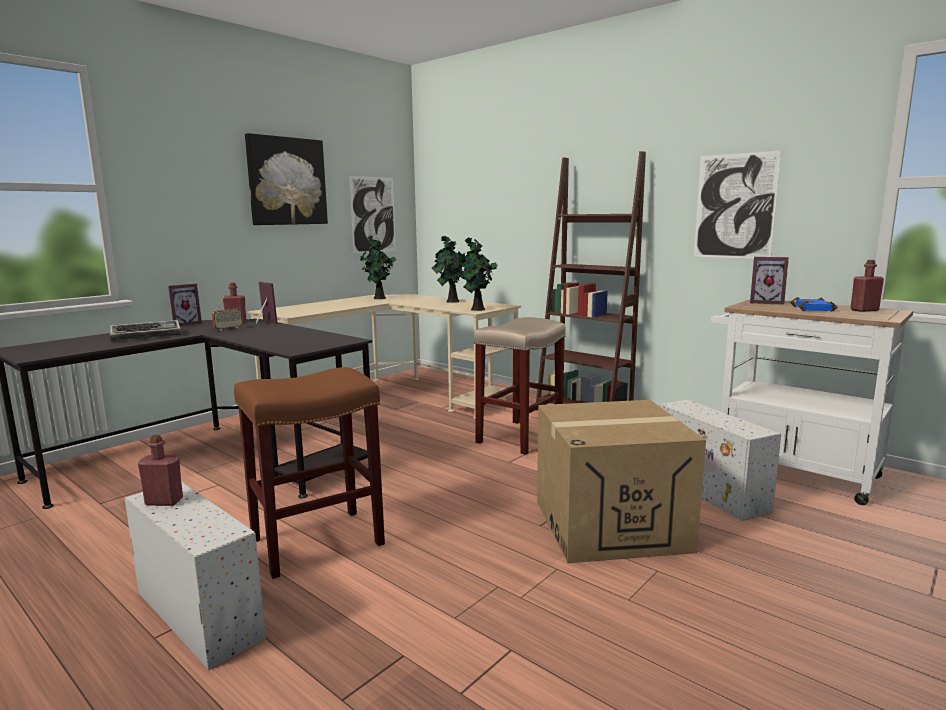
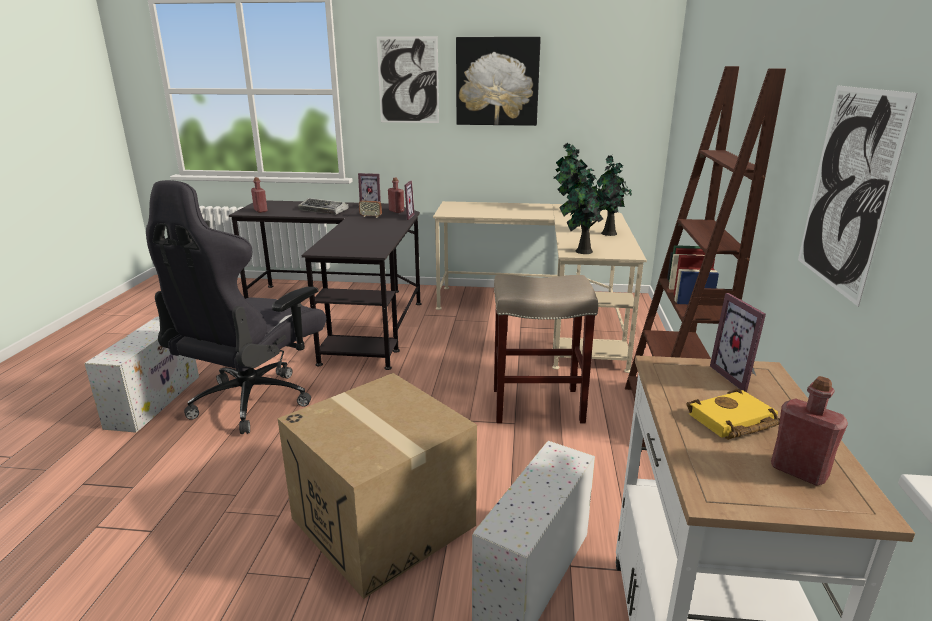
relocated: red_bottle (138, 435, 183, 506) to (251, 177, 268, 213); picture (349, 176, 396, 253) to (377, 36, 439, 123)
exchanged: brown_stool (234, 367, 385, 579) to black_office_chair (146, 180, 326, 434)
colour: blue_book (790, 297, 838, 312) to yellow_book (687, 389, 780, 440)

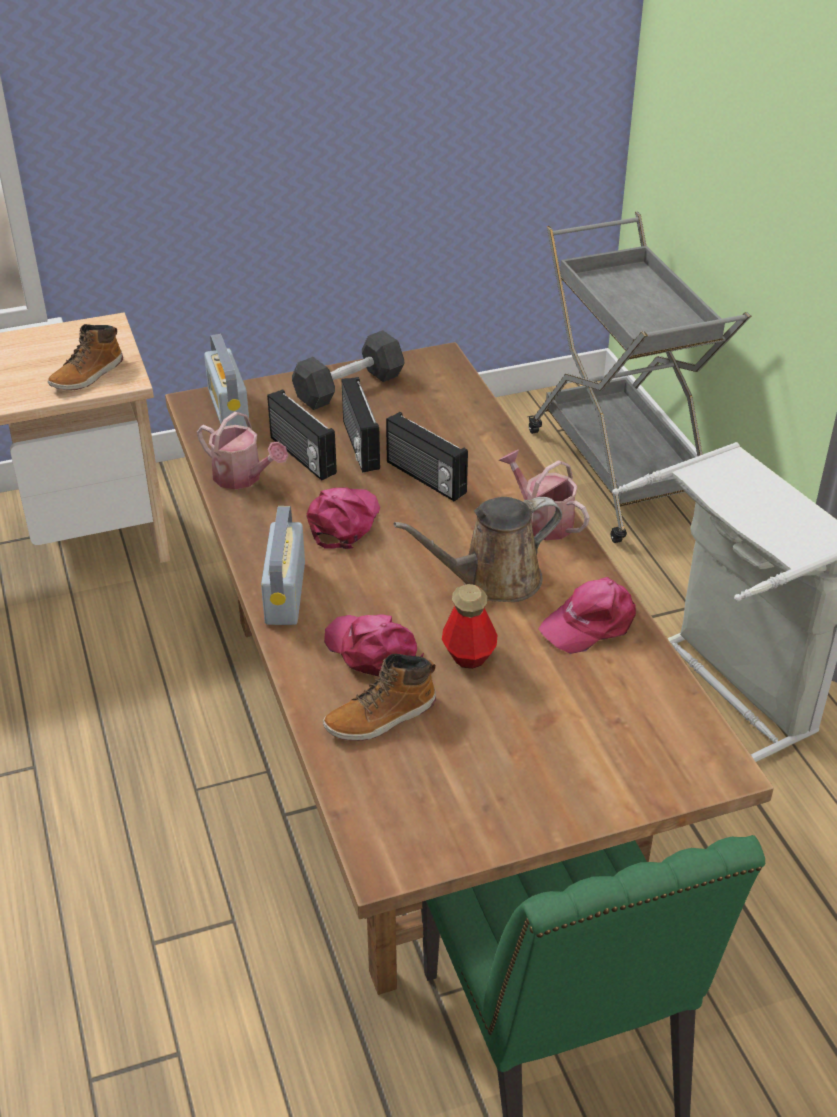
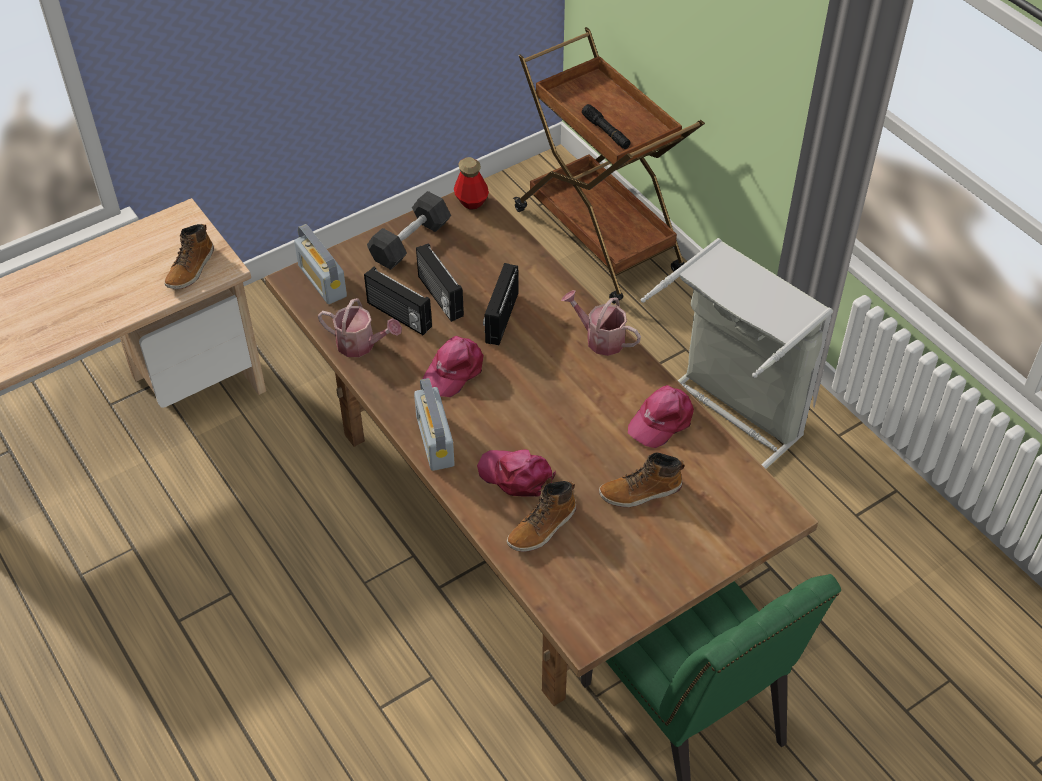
missing: brown_watering_can (393, 497, 562, 602)
appeared: black_flashlight (582, 104, 631, 149); boot (599, 453, 685, 507)
relocated: bottle (442, 584, 498, 669) to (454, 157, 489, 210)
colour: grey_cart (527, 212, 752, 543) to brown_cart (512, 27, 705, 304)
spun: pink_cap (306, 487, 380, 549) = (423, 336, 484, 397) 150 degrees counterclockwise; radio (386, 412, 468, 501) = (483, 263, 518, 345) 75 degrees clockwise

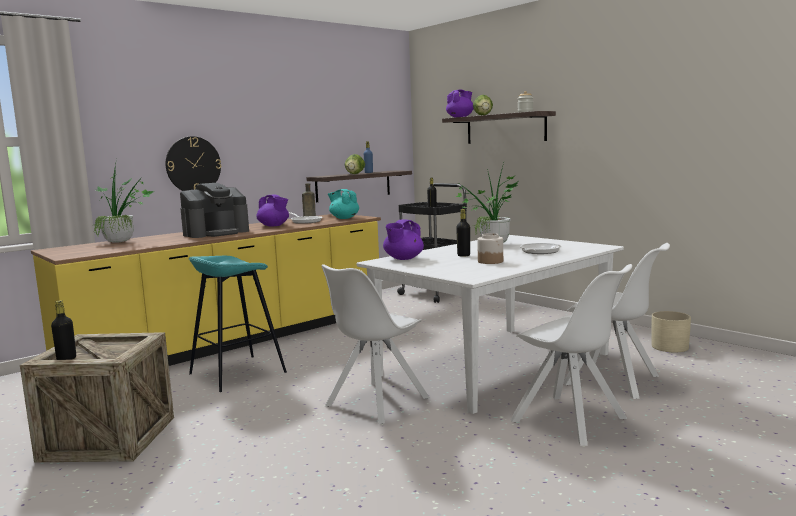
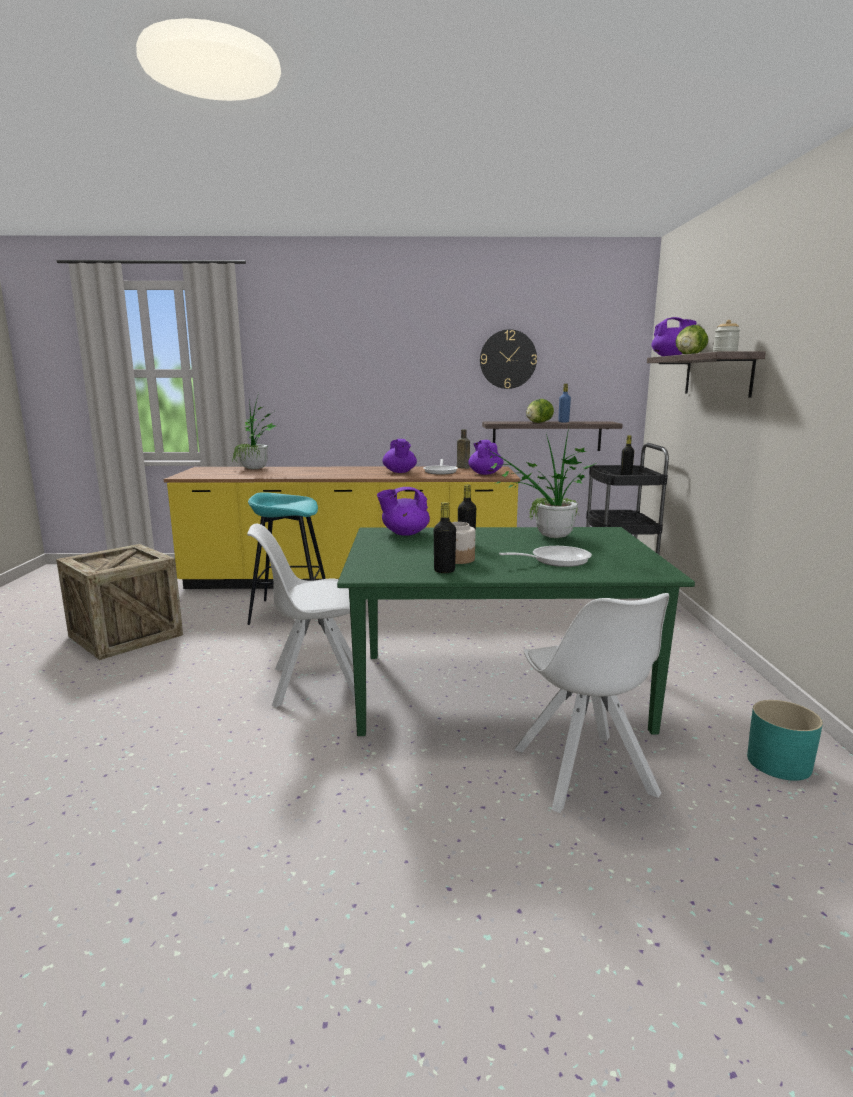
missing: coffee_machine (180, 183, 249, 238); white_chair (510, 264, 632, 446)
relocated: black_bottle (51, 300, 76, 360) to (434, 502, 456, 573); wall_clock (166, 136, 221, 191) to (480, 329, 537, 389)
colour: turquoise_teapot (328, 189, 359, 219) to purple_teapot (468, 440, 504, 475); white_dining_table (357, 235, 624, 414) to green_dining_table (337, 527, 695, 736); beige_planter (651, 311, 691, 352) to turquoise_planter (747, 700, 823, 781)

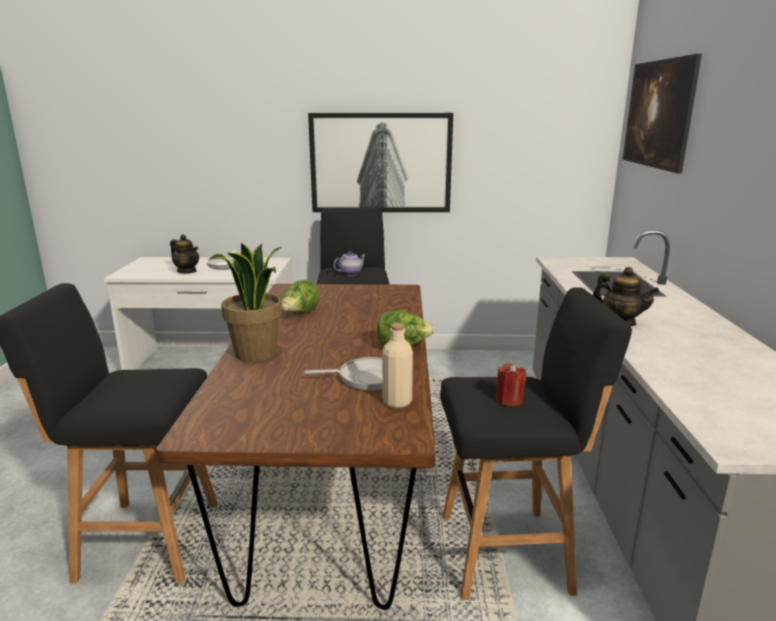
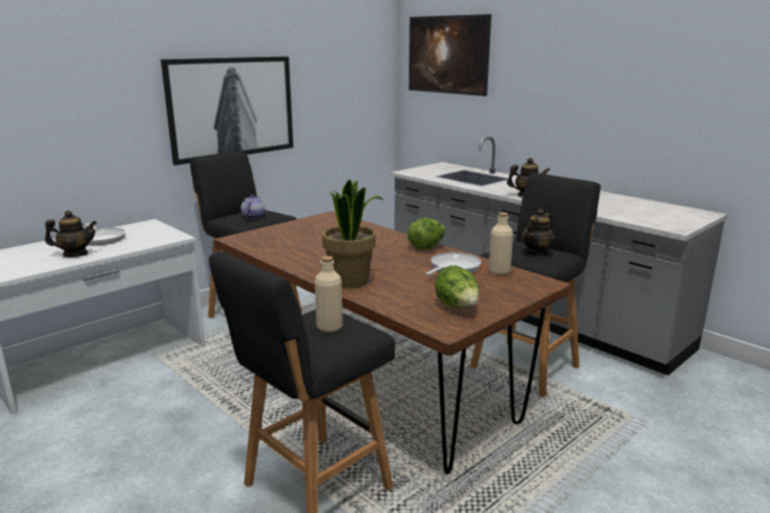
appeared: beige_bottle (315, 256, 343, 333)
relocated: lettuce (281, 280, 320, 314) to (435, 265, 479, 307)
exchanged: red_candle (496, 363, 527, 406) to teapot (522, 209, 555, 257)

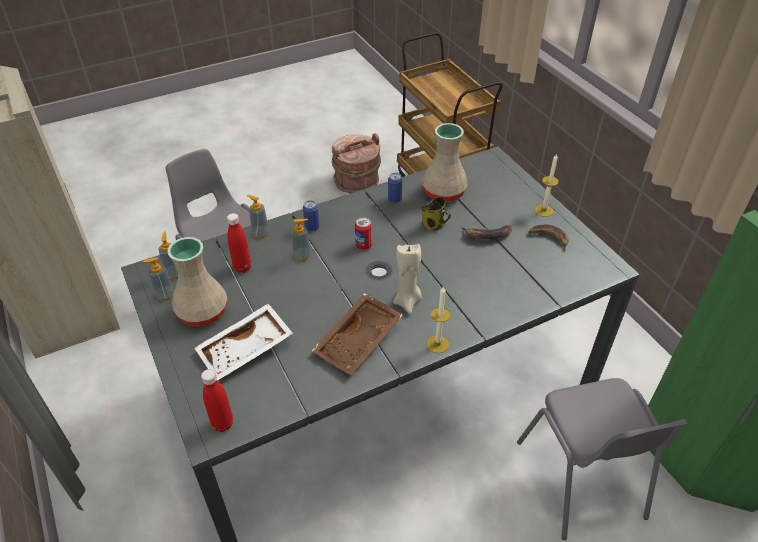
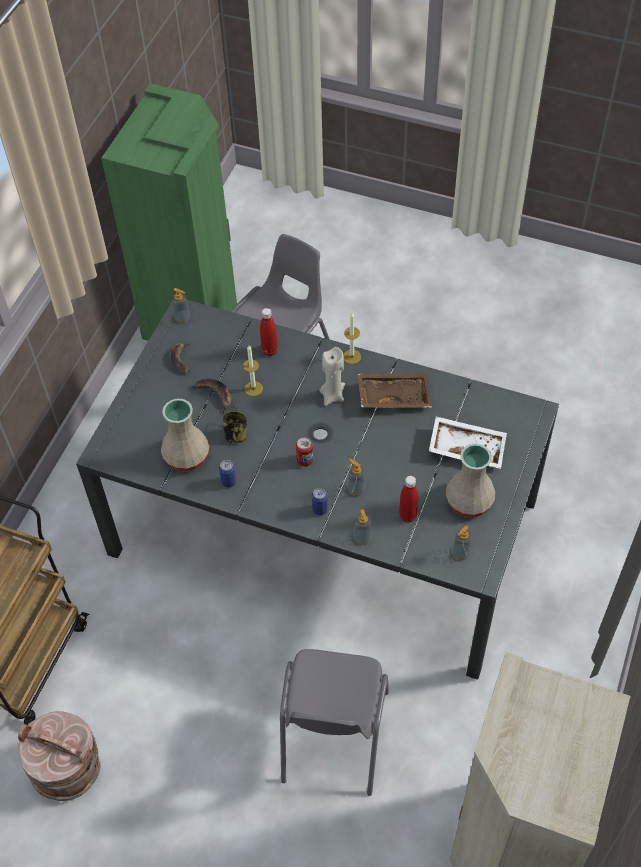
relocated: soap_dispenser (142, 257, 174, 301) to (172, 288, 190, 323); red_bottle (201, 369, 233, 432) to (260, 308, 278, 356); candle (534, 153, 559, 217) to (243, 346, 263, 396)

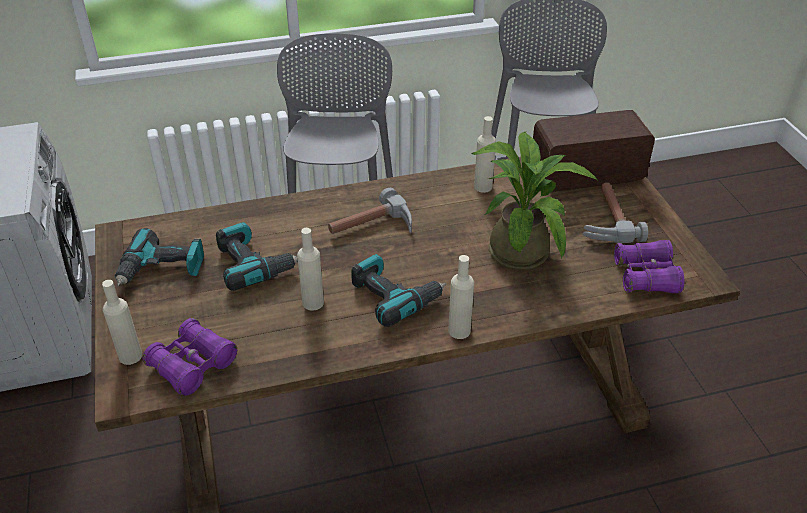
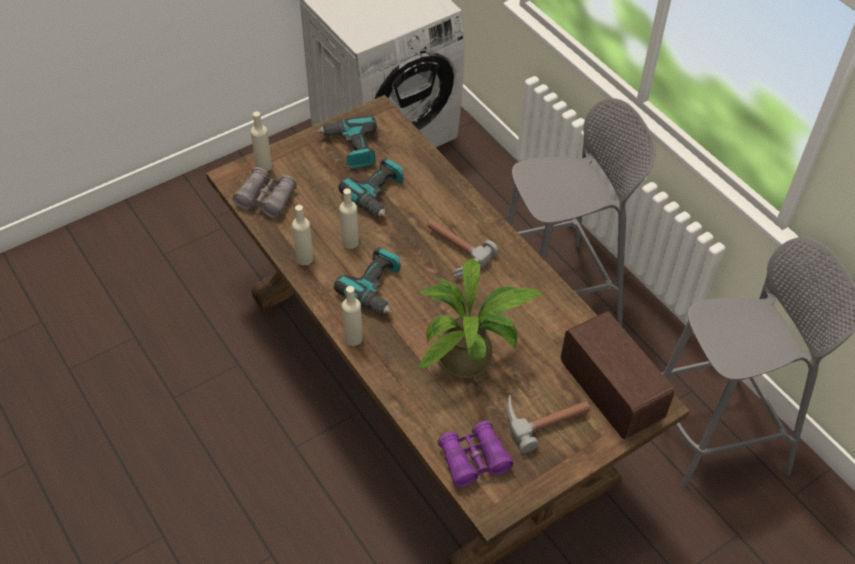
relocated: beige_bottle (474, 116, 496, 193) to (292, 205, 314, 265)
colour: purple_binoculars (143, 318, 237, 396) to grey_binoculars (233, 167, 297, 218)

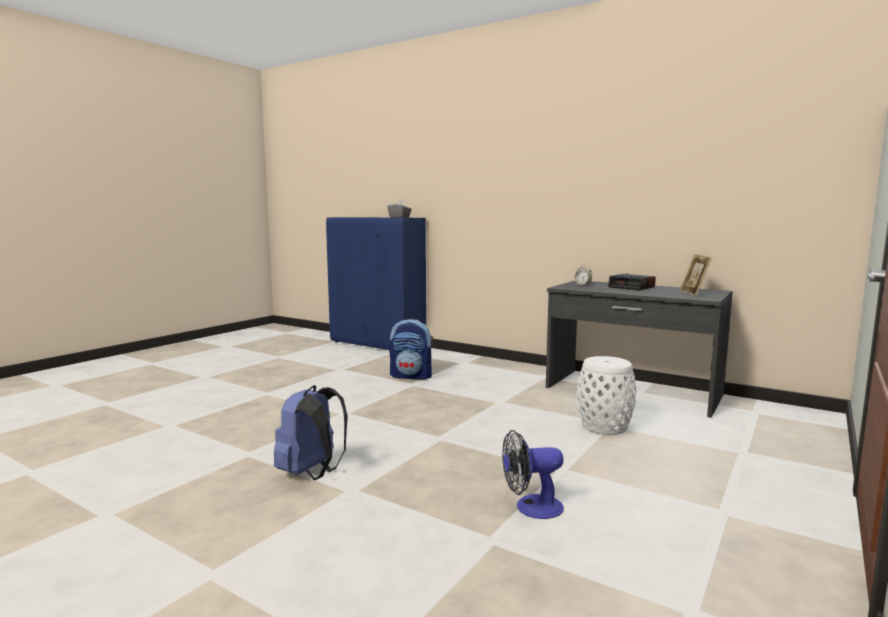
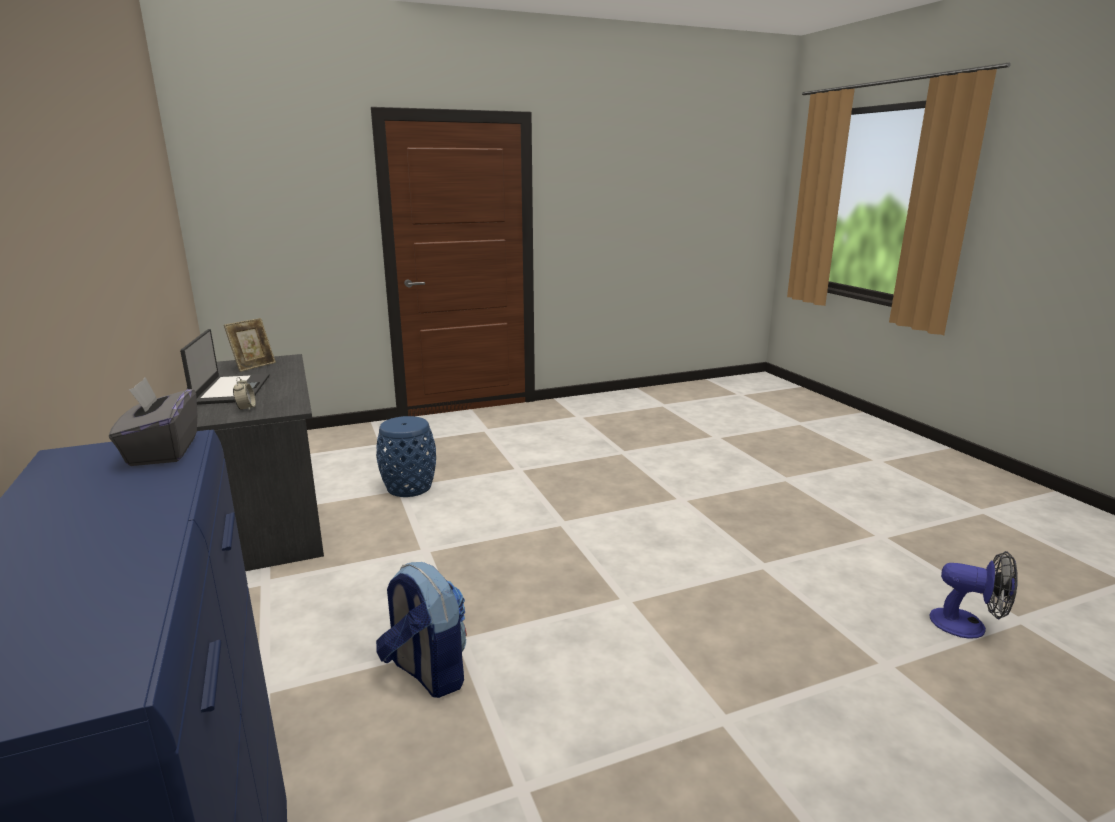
missing: blue_backpack (274, 385, 347, 480)
relocated: fan (502, 430, 564, 519) to (930, 551, 1018, 639)
exchanged: alarm_clock (608, 274, 656, 290) to laptop (180, 329, 269, 405)
colour: white_stool (577, 356, 636, 435) to blue_stool (376, 416, 436, 497)

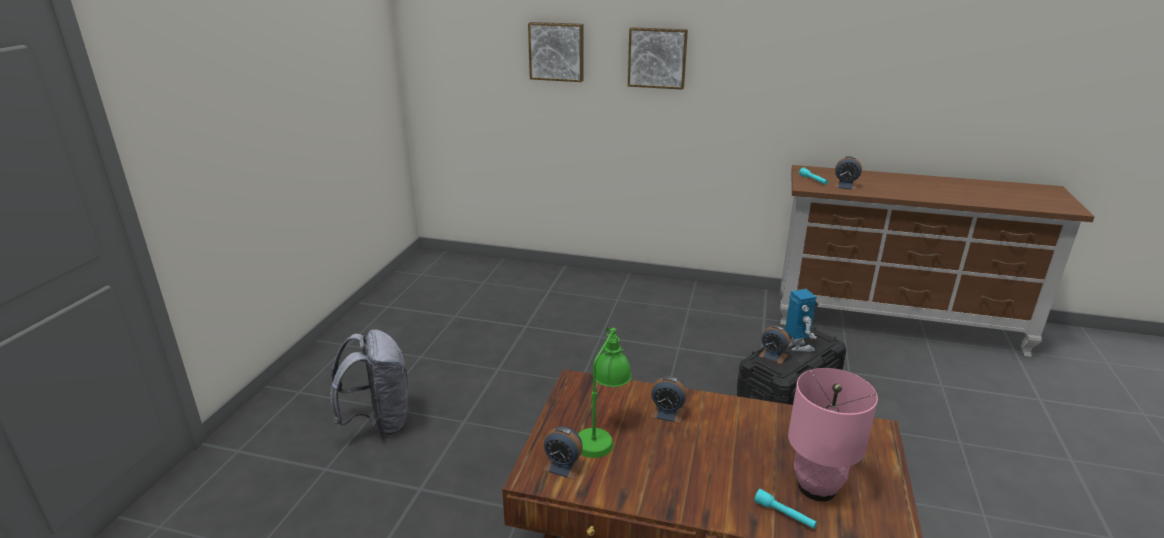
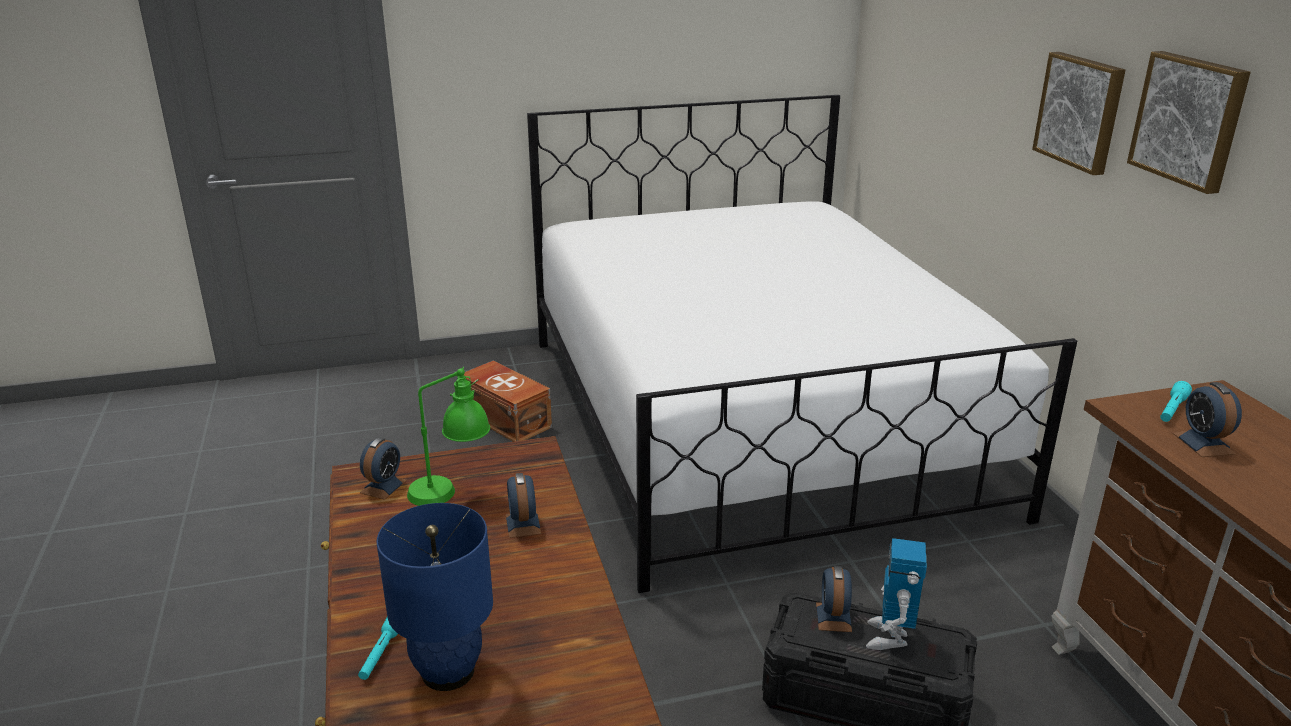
appeared: white_bed (527, 95, 1077, 593)
relocated: picture (528, 22, 583, 82) to (1127, 51, 1251, 194)
exchanged: grey_backpack (330, 329, 410, 436) to brown_storage_box (464, 360, 552, 442)
colour: pink_table_lamp (788, 368, 878, 501) to blue_table_lamp (376, 503, 493, 691)
spun: alarm_clock (543, 426, 584, 480) = (360, 438, 407, 500) 150 degrees counterclockwise; toy_robot (785, 289, 818, 352) = (866, 538, 927, 650) 150 degrees clockwise

